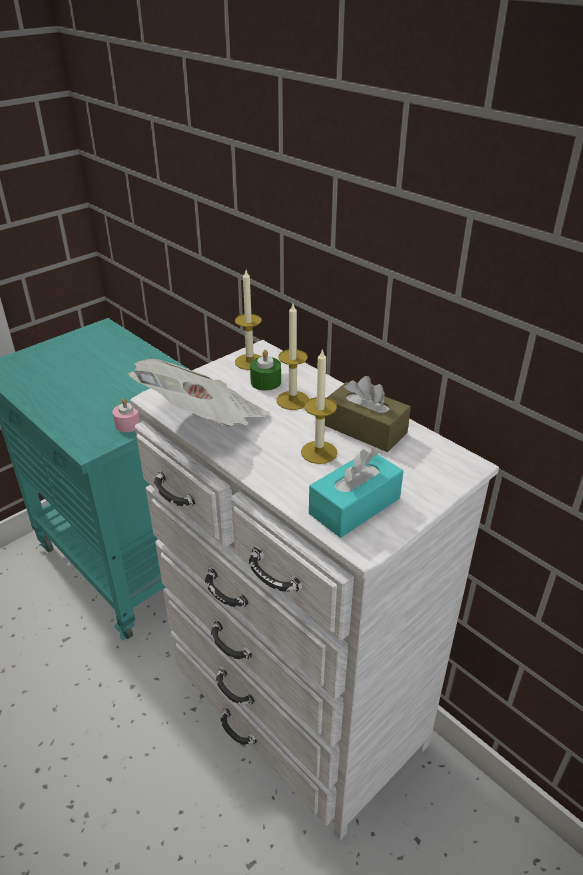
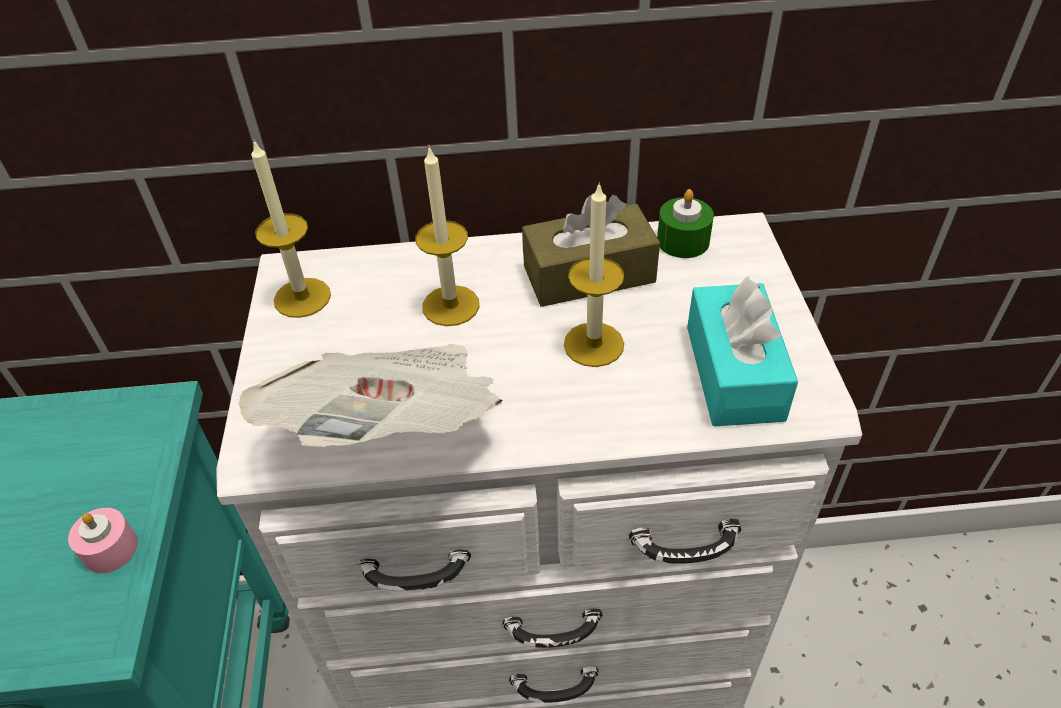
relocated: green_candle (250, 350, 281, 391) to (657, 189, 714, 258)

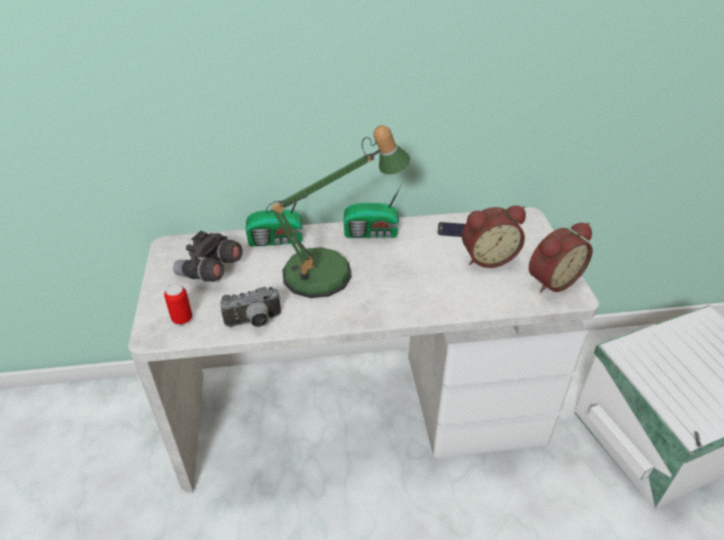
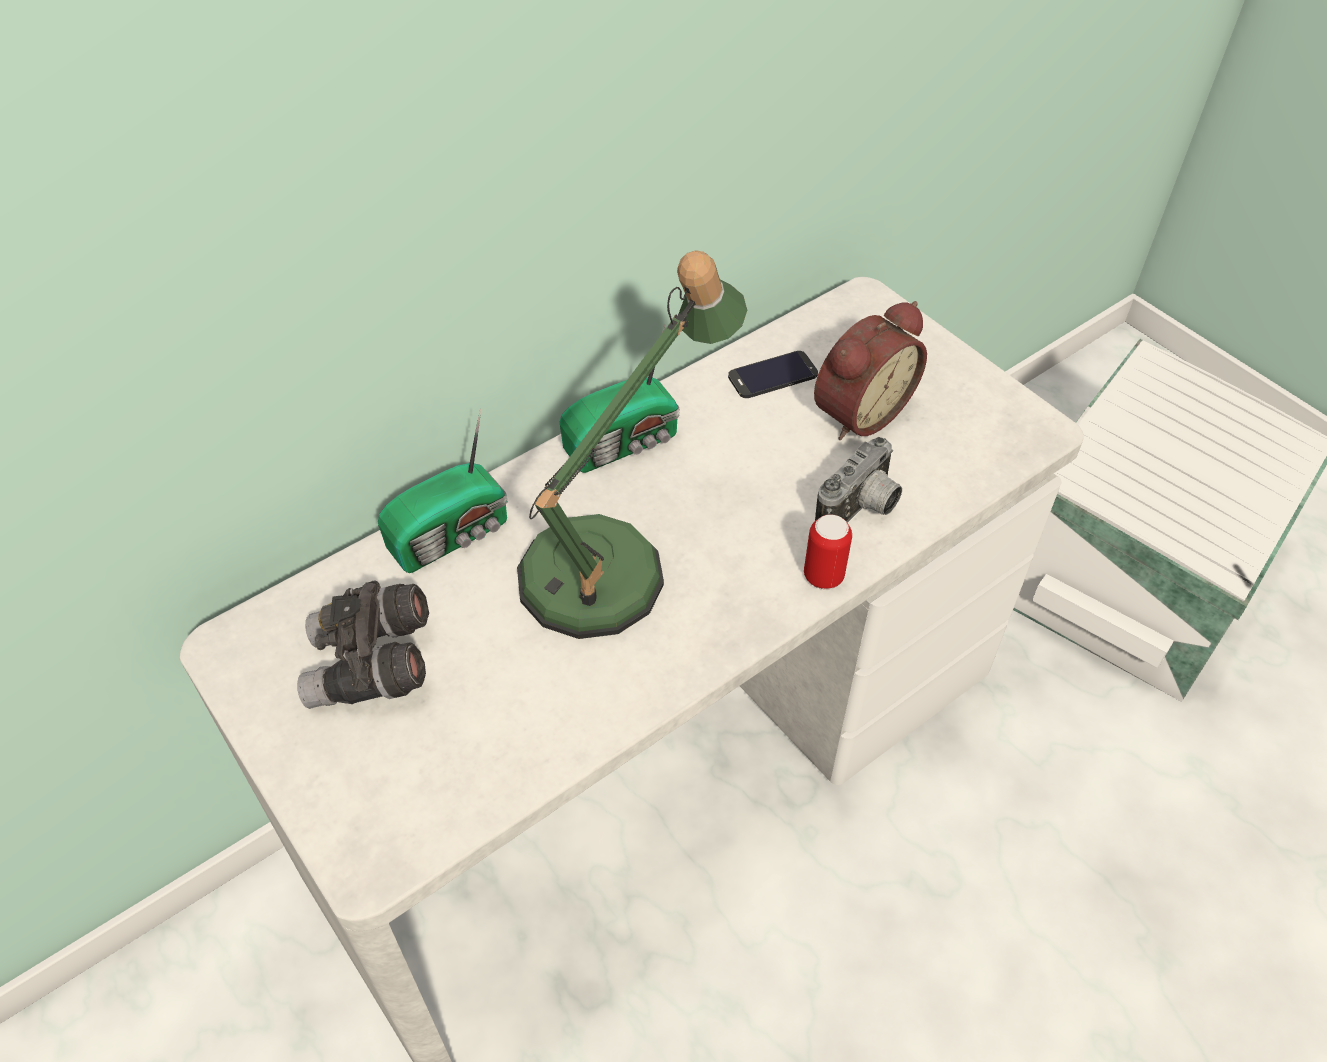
missing: alarm_clock (529, 222, 593, 293)
relocated: can (164, 284, 192, 325) to (804, 514, 852, 589); photo_camera (220, 287, 281, 327) to (815, 437, 902, 523)

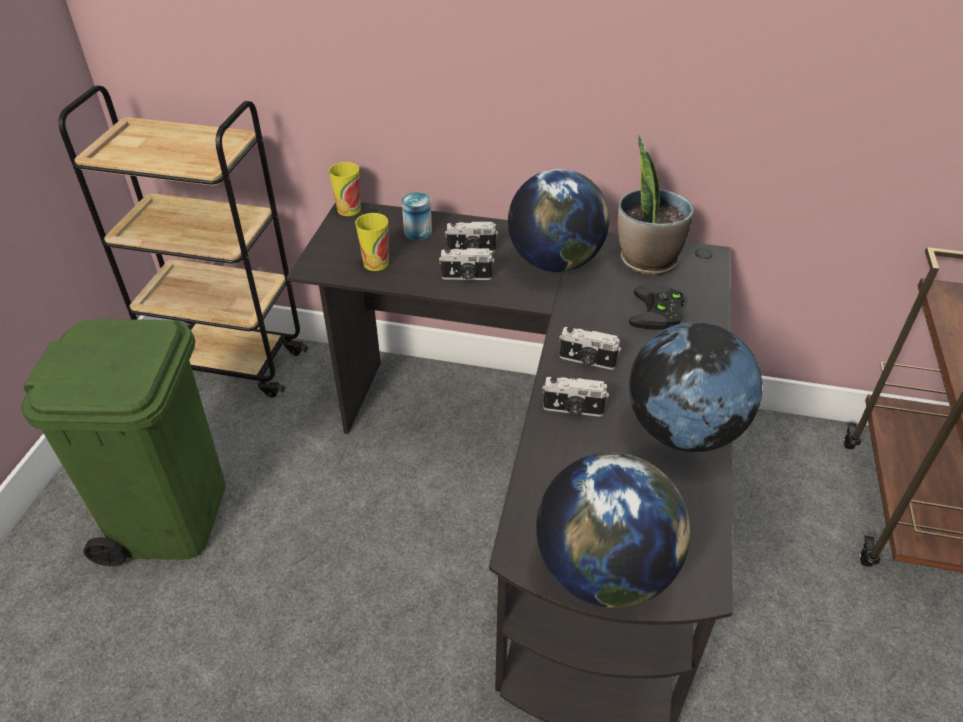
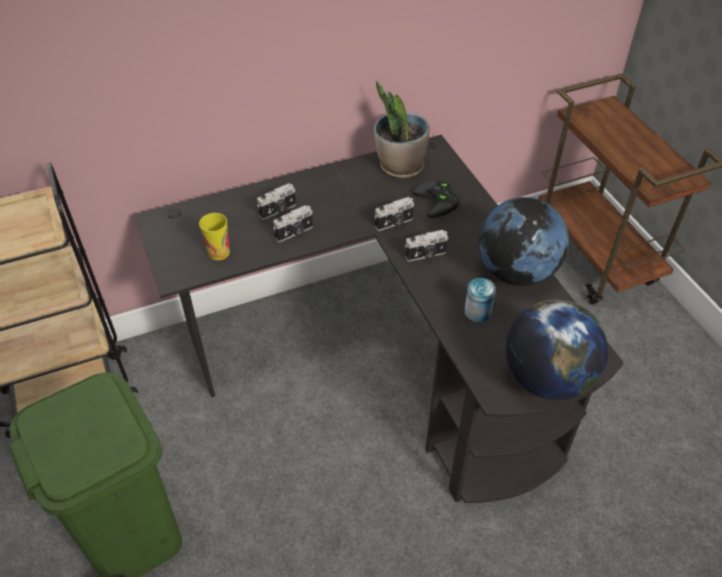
missing: cup (329, 162, 361, 216); globe (508, 169, 609, 272)
relocated: can (402, 192, 432, 240) to (464, 278, 496, 322); photo_camera (542, 377, 609, 417) to (374, 197, 415, 231)

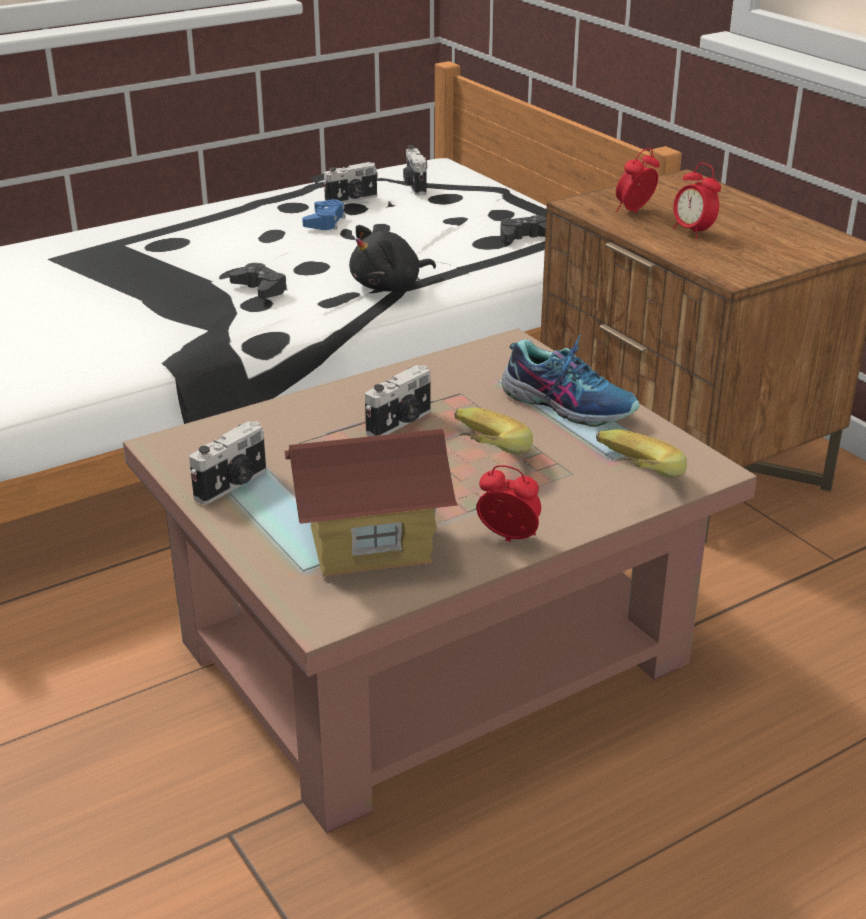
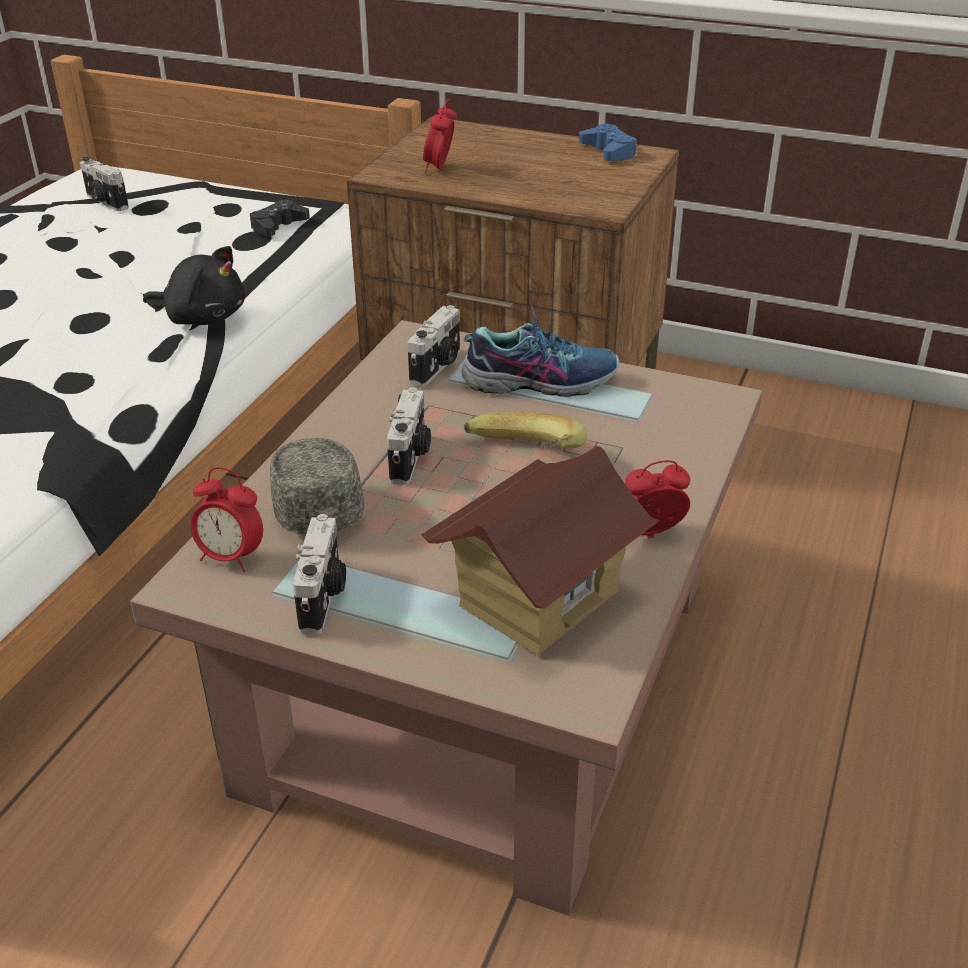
missing: black_game_controller (229, 263, 287, 299); banana (596, 429, 687, 478)
appeared: grey_cap (270, 438, 364, 535)
relocated: blue_game_controller (302, 199, 346, 230) to (579, 124, 637, 161); photo_camera (323, 162, 378, 203) to (407, 305, 460, 387); alarm_clock (673, 163, 721, 238) to (191, 467, 263, 572)
spun: black_plush_toy (349, 225, 436, 292) = (143, 246, 245, 325) 90 degrees counterclockwise

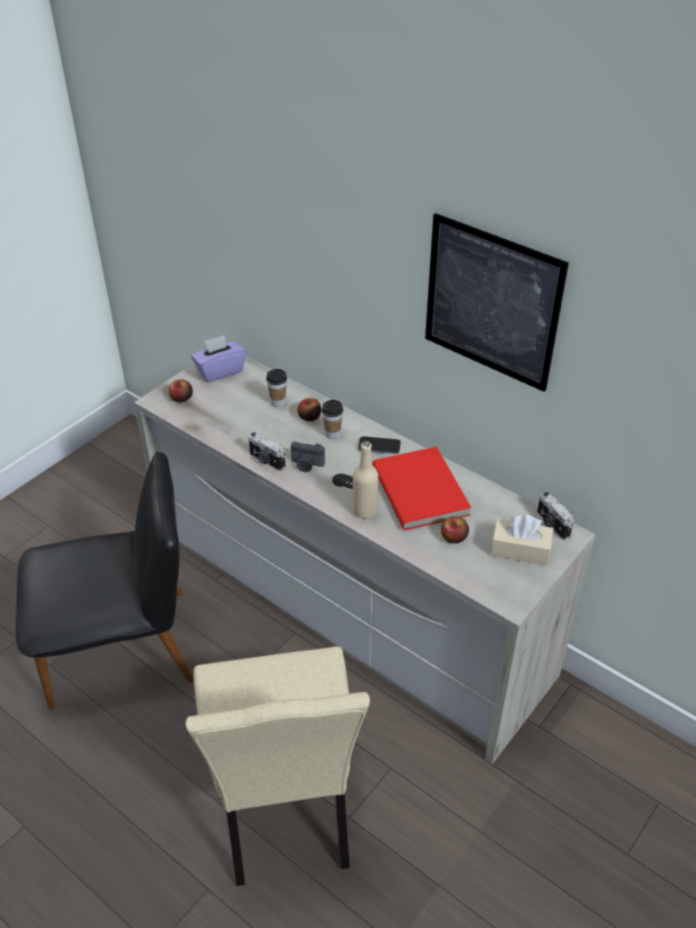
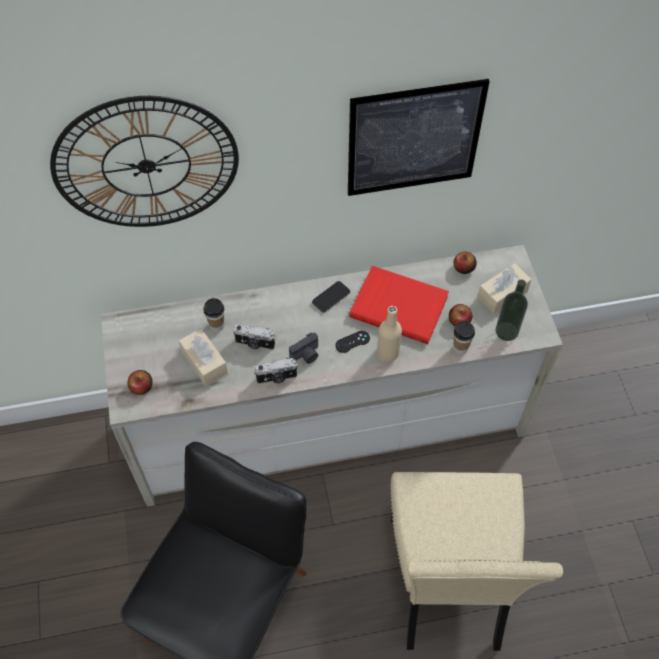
missing: purple_tissue_box (191, 335, 246, 382)
appeared: wall_clock (50, 96, 239, 227); beige_tissue_box (179, 328, 228, 386); bottle (495, 279, 528, 341)
relocated: apple (297, 398, 321, 421) to (454, 251, 477, 274); cup (322, 400, 343, 439) to (453, 321, 475, 354); photo_camera (537, 491, 574, 540) to (233, 324, 276, 350)
spun: beige_chair (185, 647, 370, 886) = (390, 472, 563, 651) 60 degrees clockwise

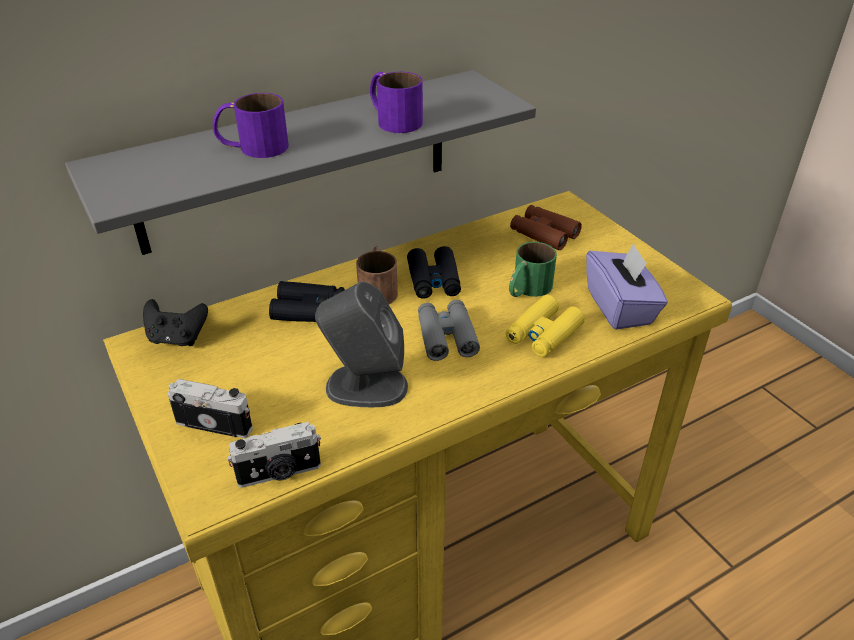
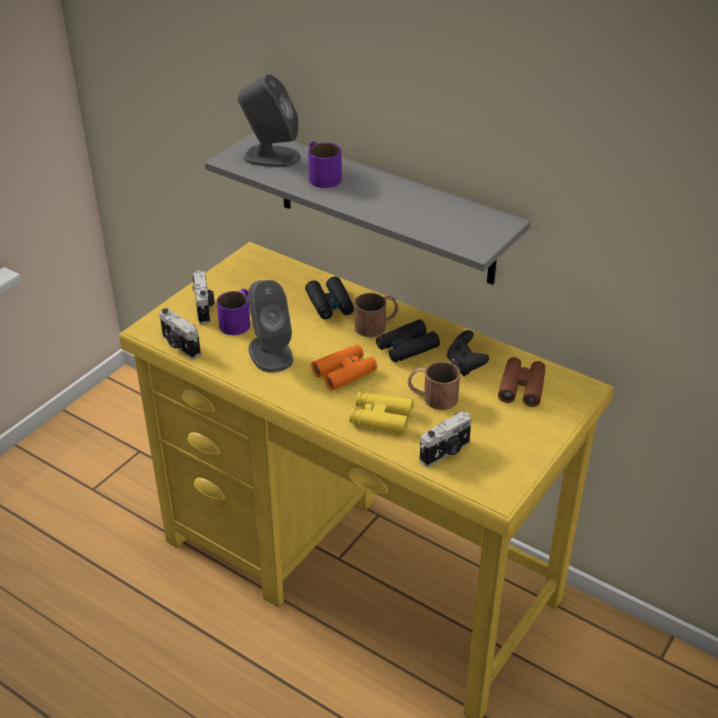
appeared: grey_speaker (238, 74, 300, 167)
relocated: black_game_controller (143, 299, 208, 346) to (447, 330, 489, 376); purple_mug (370, 72, 423, 133) to (216, 289, 250, 335)
exchanged: purple_tissue_box (586, 243, 668, 330) to photo_camera (420, 411, 471, 467)
colour: grey_binoculars (418, 300, 480, 361) to orange_binoculars (311, 344, 377, 390); green_mug (509, 242, 557, 297) to brown_mug (408, 362, 460, 410)

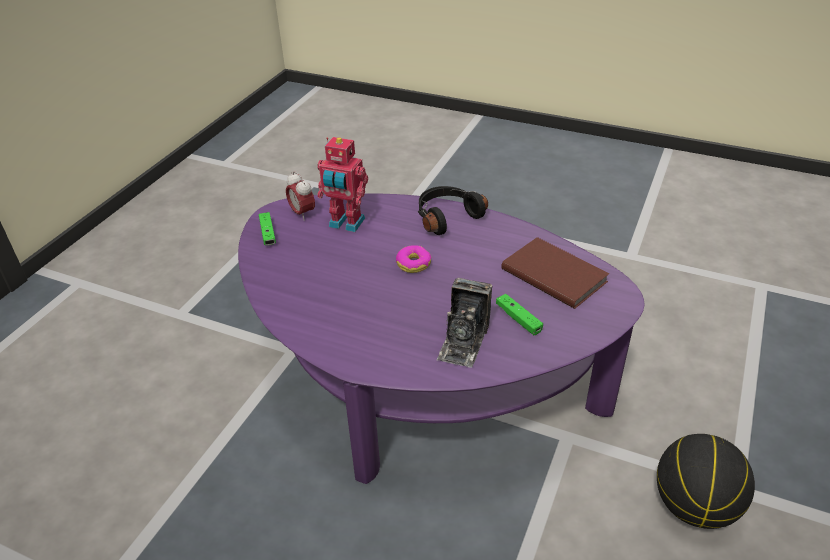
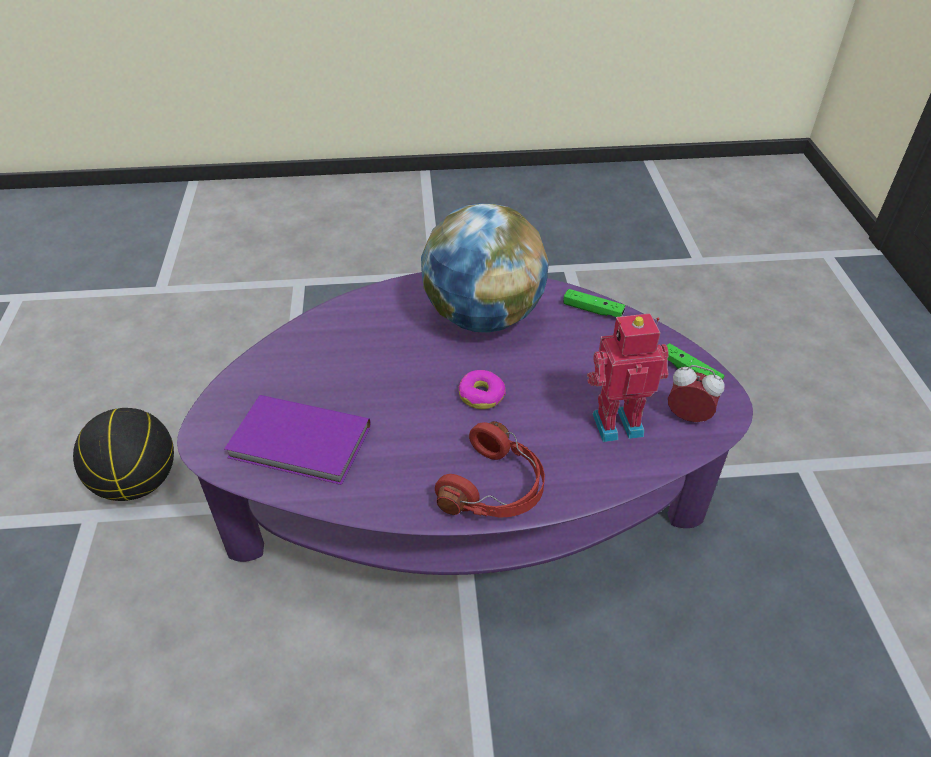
missing: photo_camera (436, 278, 493, 368)
appeared: globe (421, 203, 549, 333)
relocated: green_game_controller (496, 294, 543, 335) to (563, 289, 625, 317)
colour: black_headphones (418, 186, 488, 235) to red_headphones (435, 421, 545, 518); brown_book (501, 237, 610, 309) to purple_book (224, 395, 371, 485)

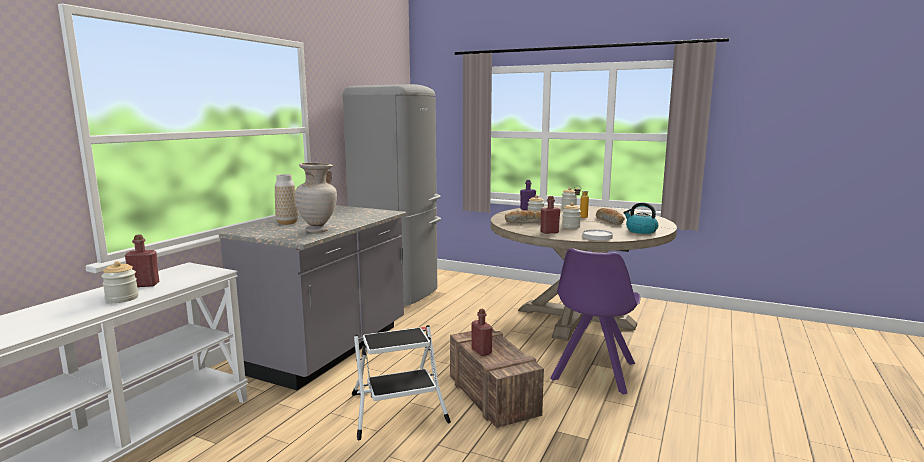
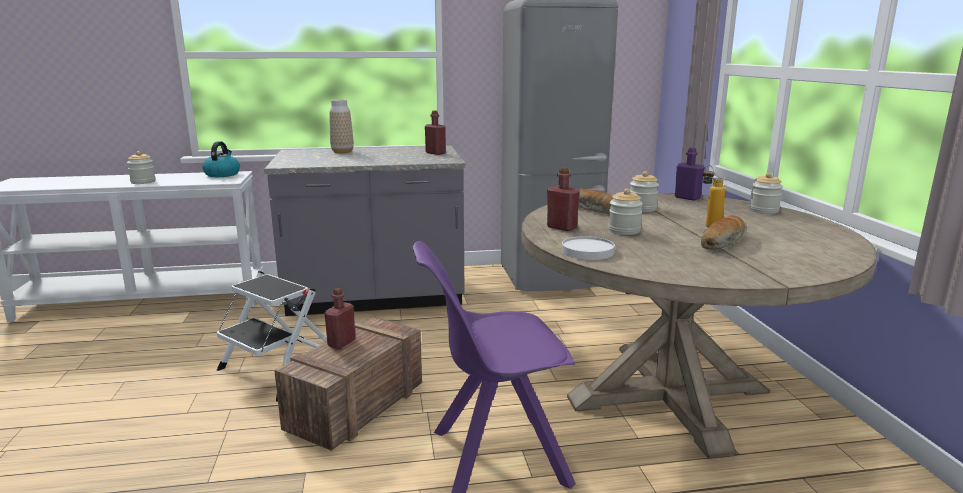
missing: beige_vase (295, 163, 337, 233)
relocated: red_bottle (125, 235, 159, 287) to (425, 110, 446, 155); kettle (623, 202, 658, 234) to (202, 141, 240, 177)

